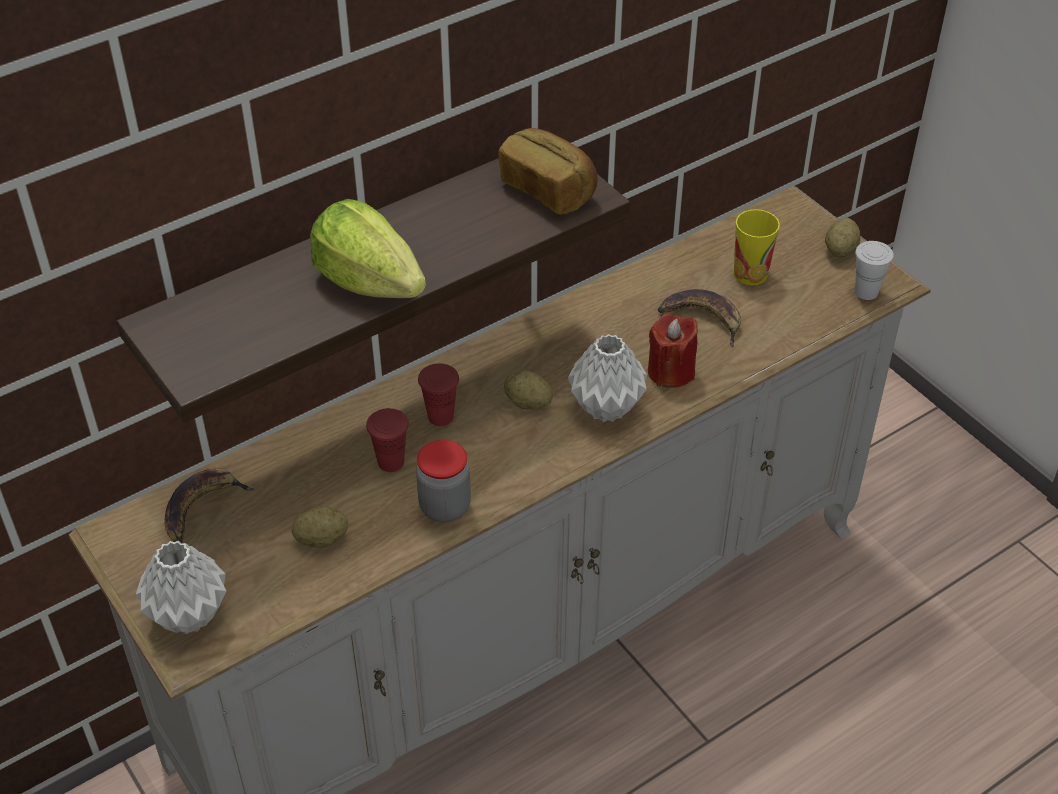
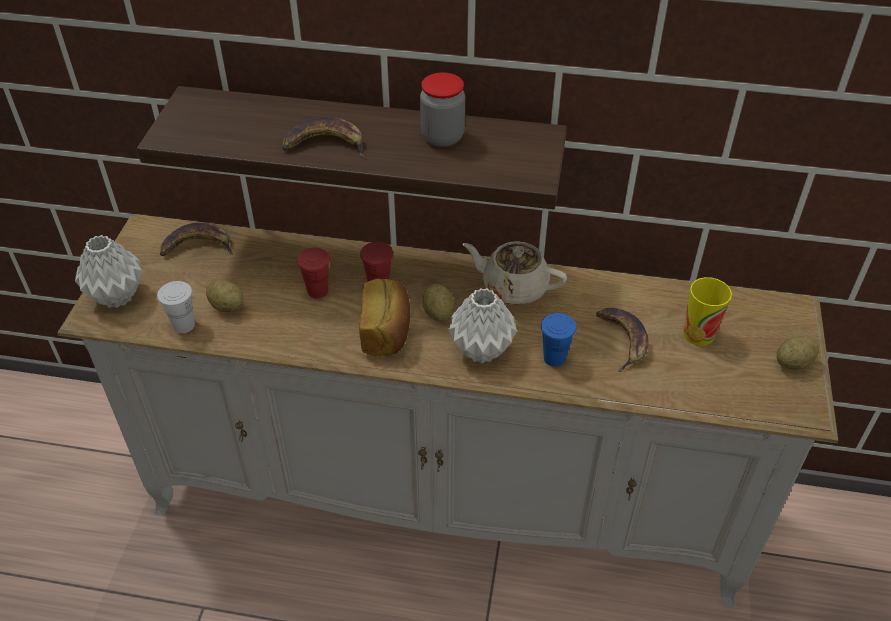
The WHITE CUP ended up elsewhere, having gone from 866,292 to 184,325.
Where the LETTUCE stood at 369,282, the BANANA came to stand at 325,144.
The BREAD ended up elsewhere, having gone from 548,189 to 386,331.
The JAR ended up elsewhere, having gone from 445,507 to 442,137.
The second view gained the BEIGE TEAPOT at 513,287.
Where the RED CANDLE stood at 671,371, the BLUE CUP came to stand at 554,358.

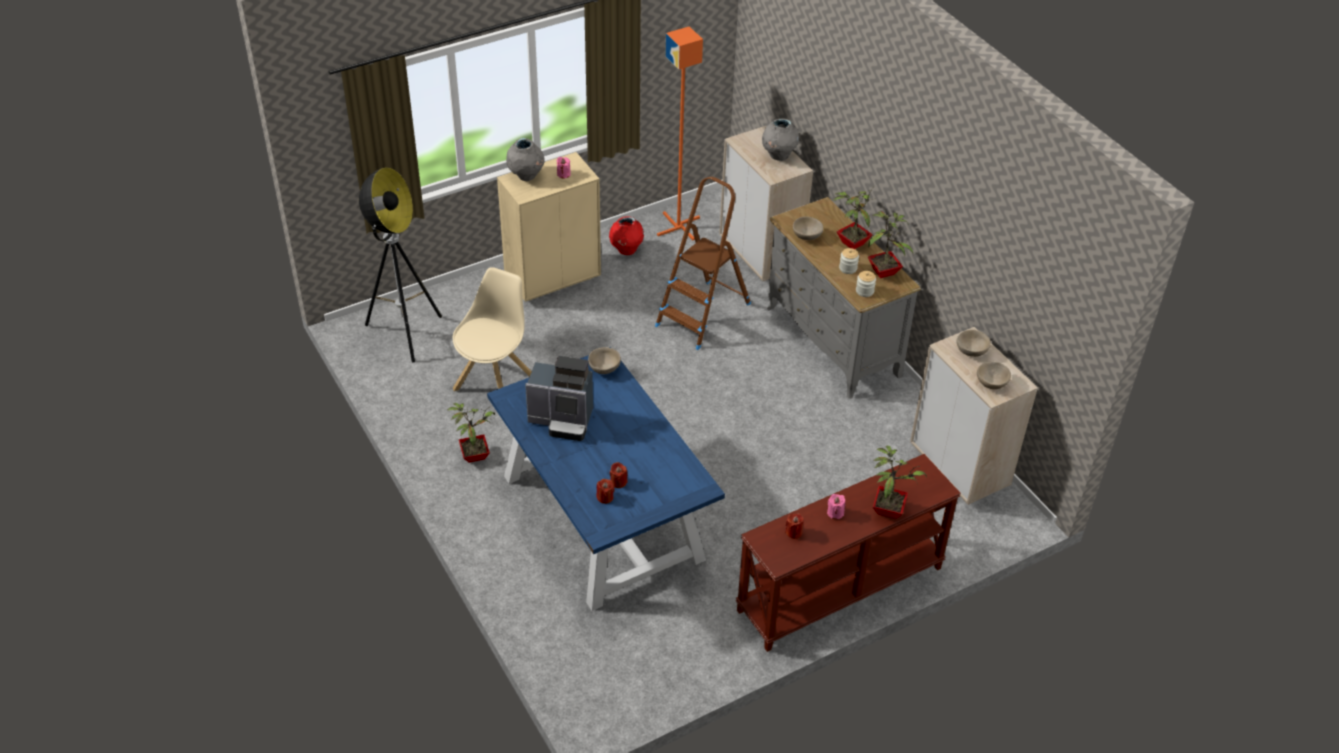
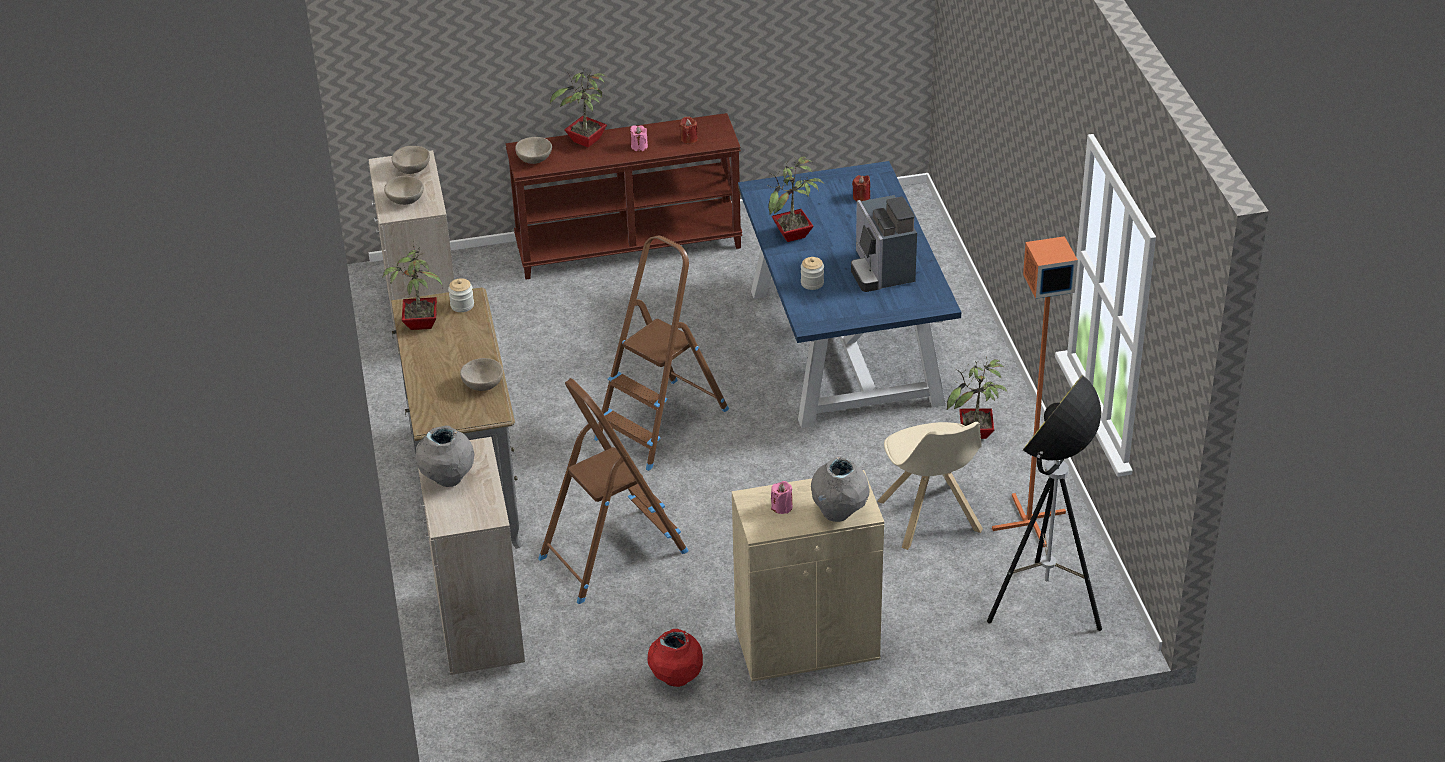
The BEIGE BOWL ended up elsewhere, having gone from 604,368 to 534,160.
The second view gained the BROWN STEP LADDER at 661,424.
The POTTED PLANT ended up elsewhere, having gone from 852,243 to 793,236.
The JAR ended up elsewhere, having gone from 848,268 to 812,283.
The COFFEE MACHINE at 562,420 ended up facing another way, 135 degrees counterclockwise from before.
The BEIGE CHAIR at 495,380 ended up facing another way, 60 degrees counterclockwise from before.
The ORANGE FLOOR LAMP ended up elsewhere, having gone from 679,227 to 1027,520.
The second view lost the RED CANDLE at 618,482.

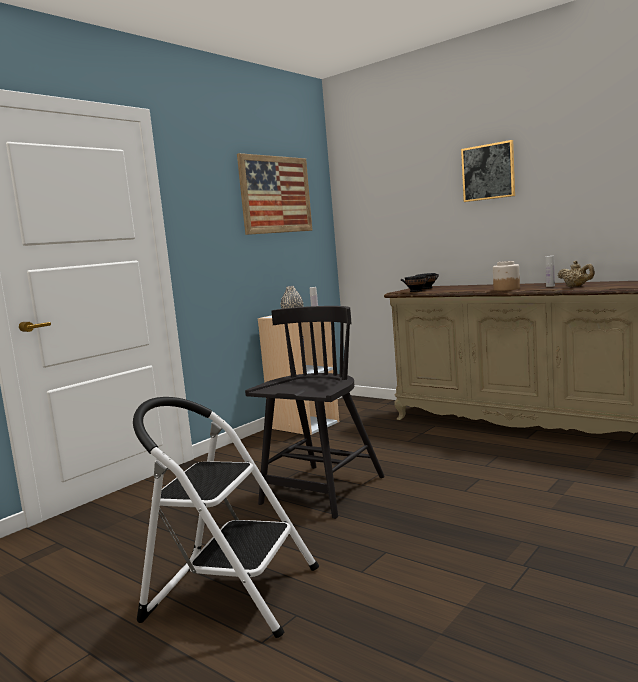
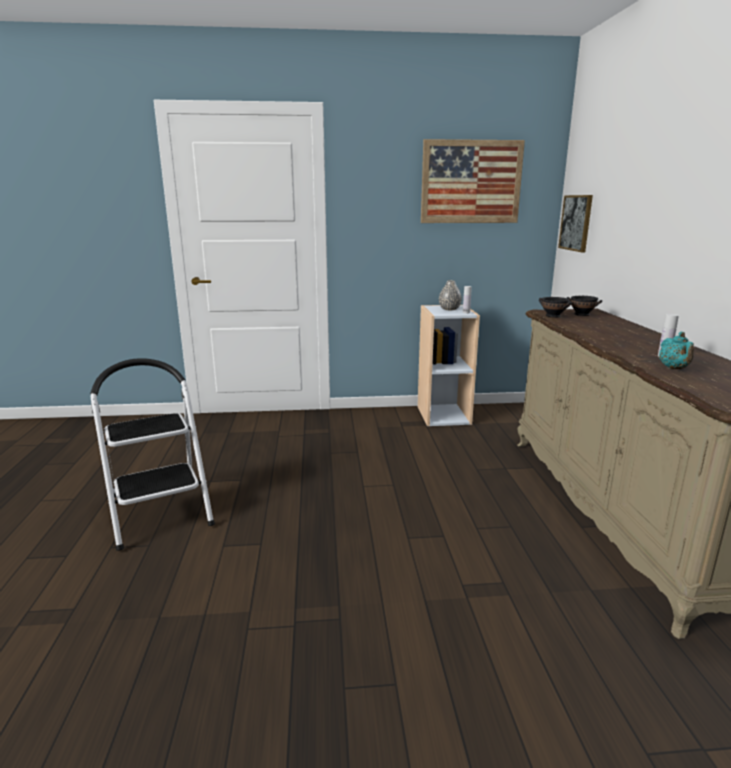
The PICTURE ended up elsewhere, having gone from 488,172 to 576,223.
What was the BEIGE TEAPOT at 576,286 turned into the TURQUOISE TEAPOT at 674,368.
The second view lost the BLACK CHAIR at 321,491.
The second view lost the JAR at 506,289.

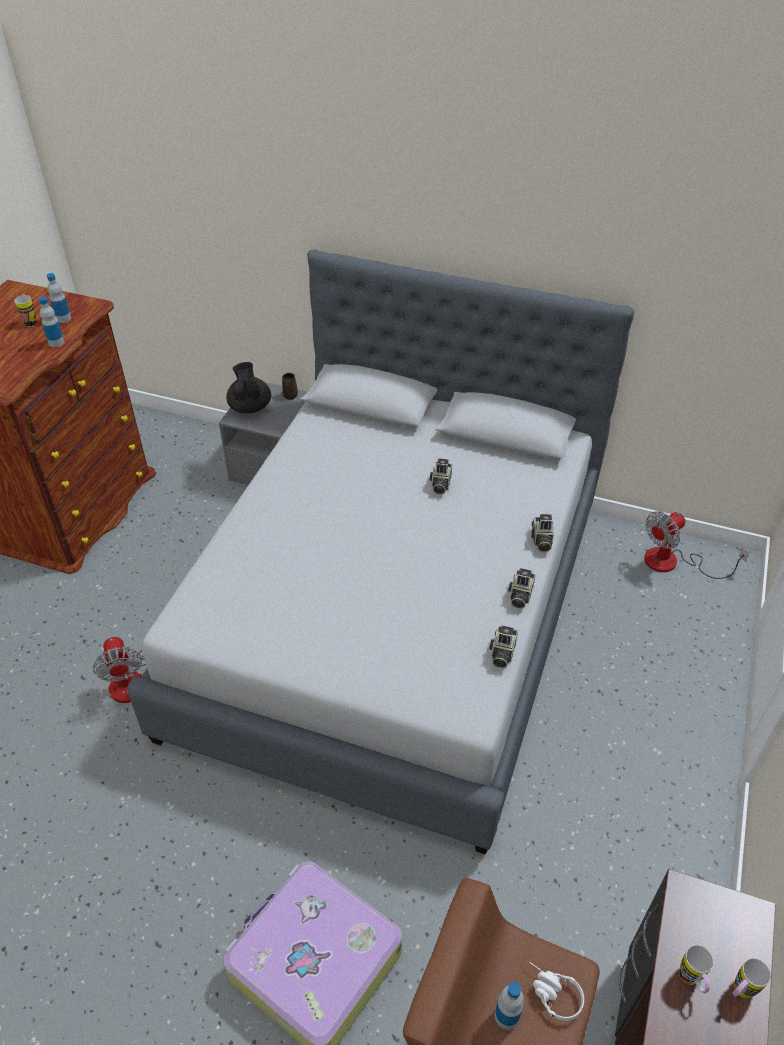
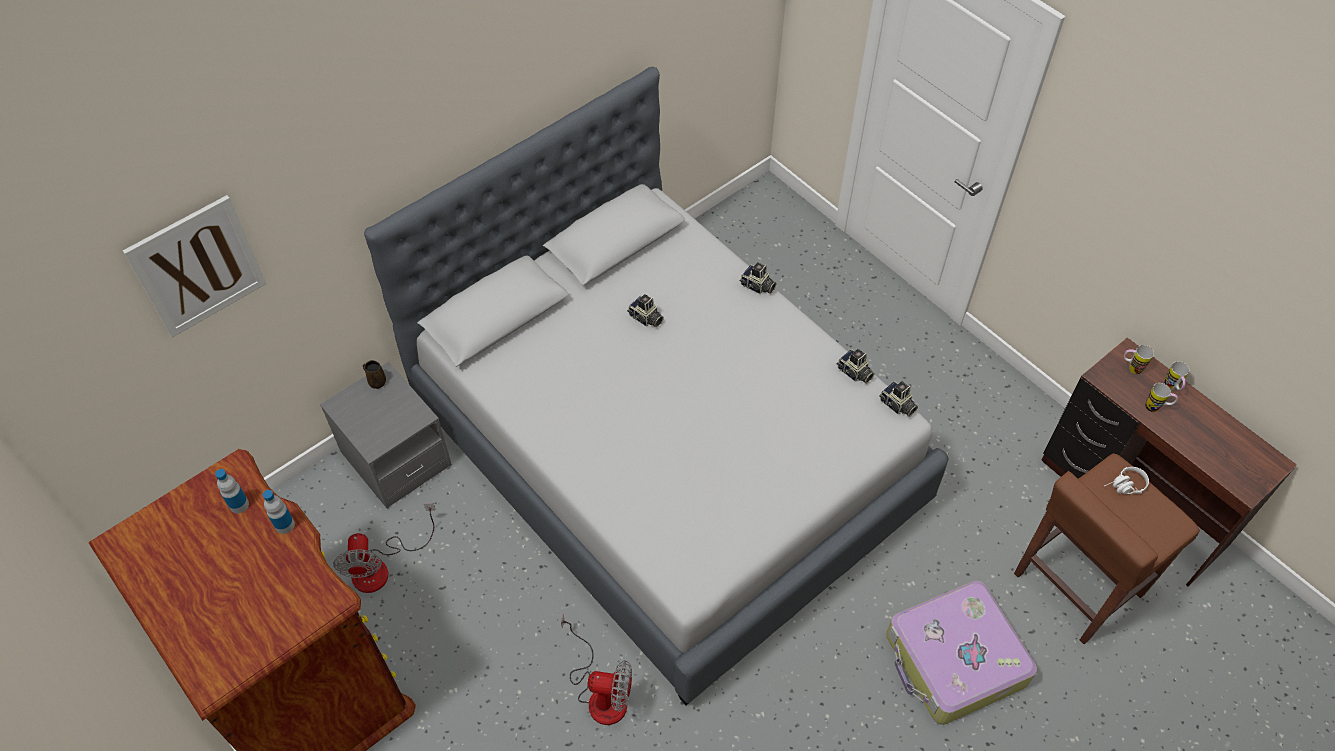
The second view gained the PICTURE at 197,266.
The FAN ended up elsewhere, having gone from 673,563 to 382,567.
The PHOTO CAMERA ended up elsewhere, having gone from 519,595 to 897,406.
The MUG ended up elsewhere, having gone from 30,321 to 1131,368.
The second view lost the BLACK TEAPOT at 250,407.
The second view lost the BOTTLE at 506,1016.

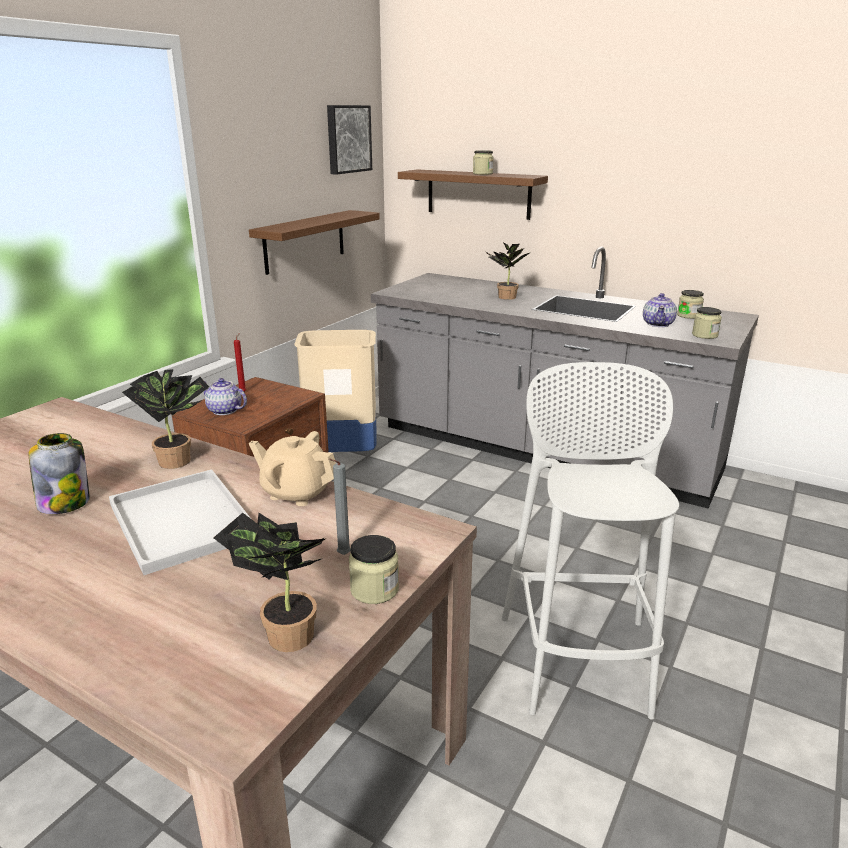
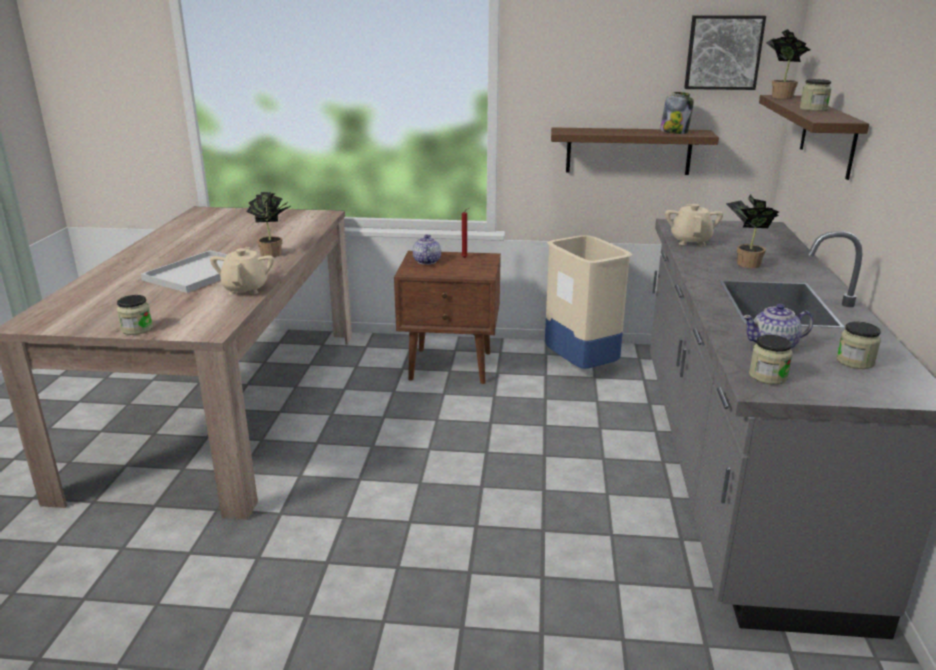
The JAR ended up elsewhere, having gone from 65,503 to 674,132.
The second view gained the BEIGE TEAPOT at 690,241.
The POTTED PLANT ended up elsewhere, having gone from 283,636 to 779,96.
The second view lost the GREY CANDLE at 342,555.
The second view lost the WHITE STOOL at 579,660.

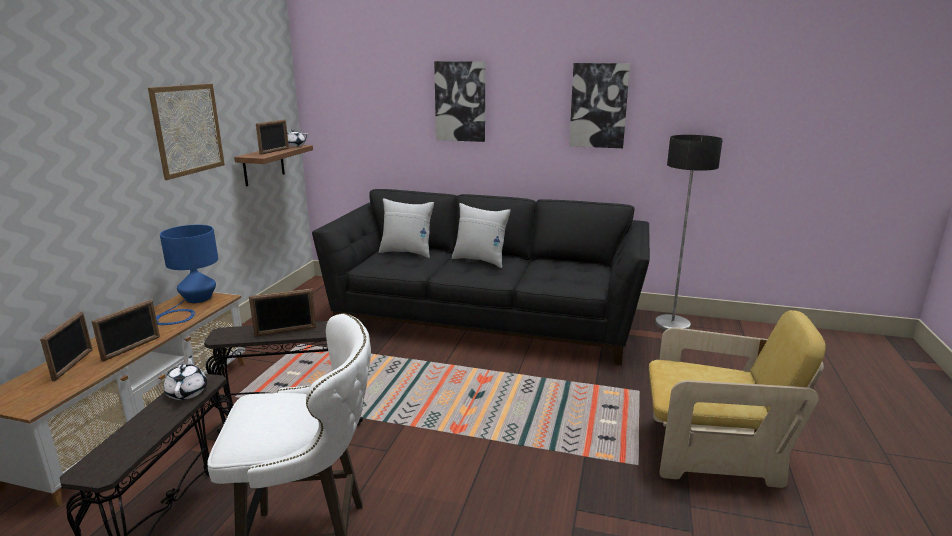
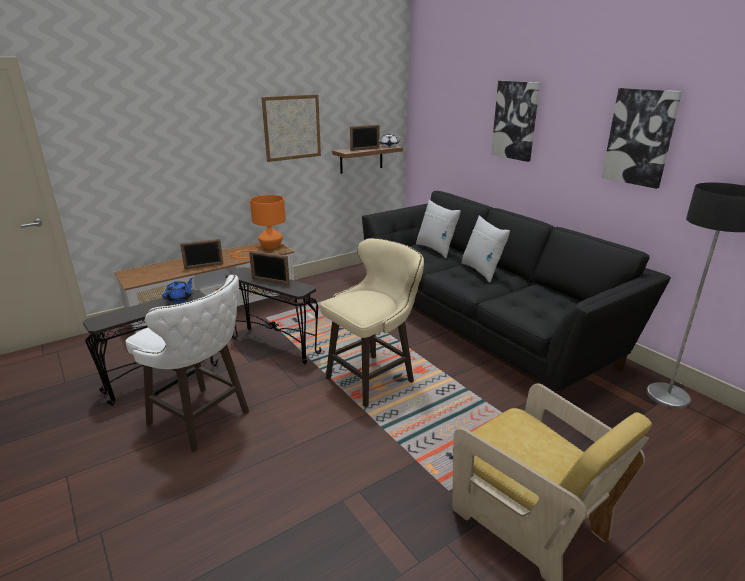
What was the WHITE TEAPOT at 187,392 turned into the BLUE TEAPOT at 180,298.
What was the BLUE TABLE LAMP at 189,305 turned into the ORANGE TABLE LAMP at 261,249.
The second view gained the BEIGE STOOL at 373,378.
The second view lost the PICTURE FRAME at 73,365.

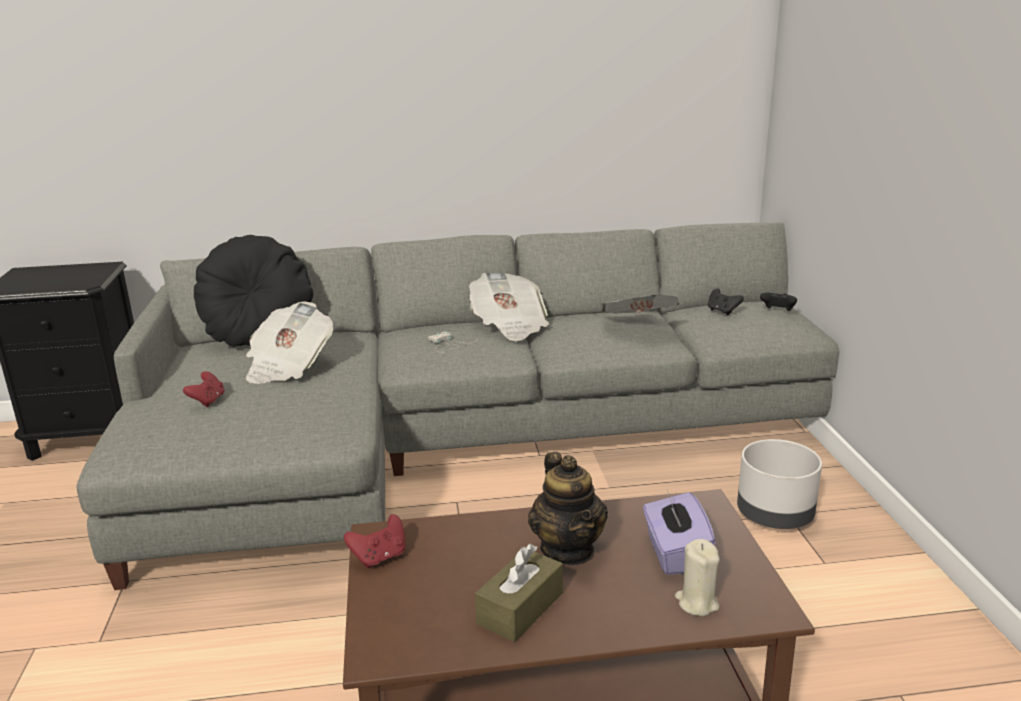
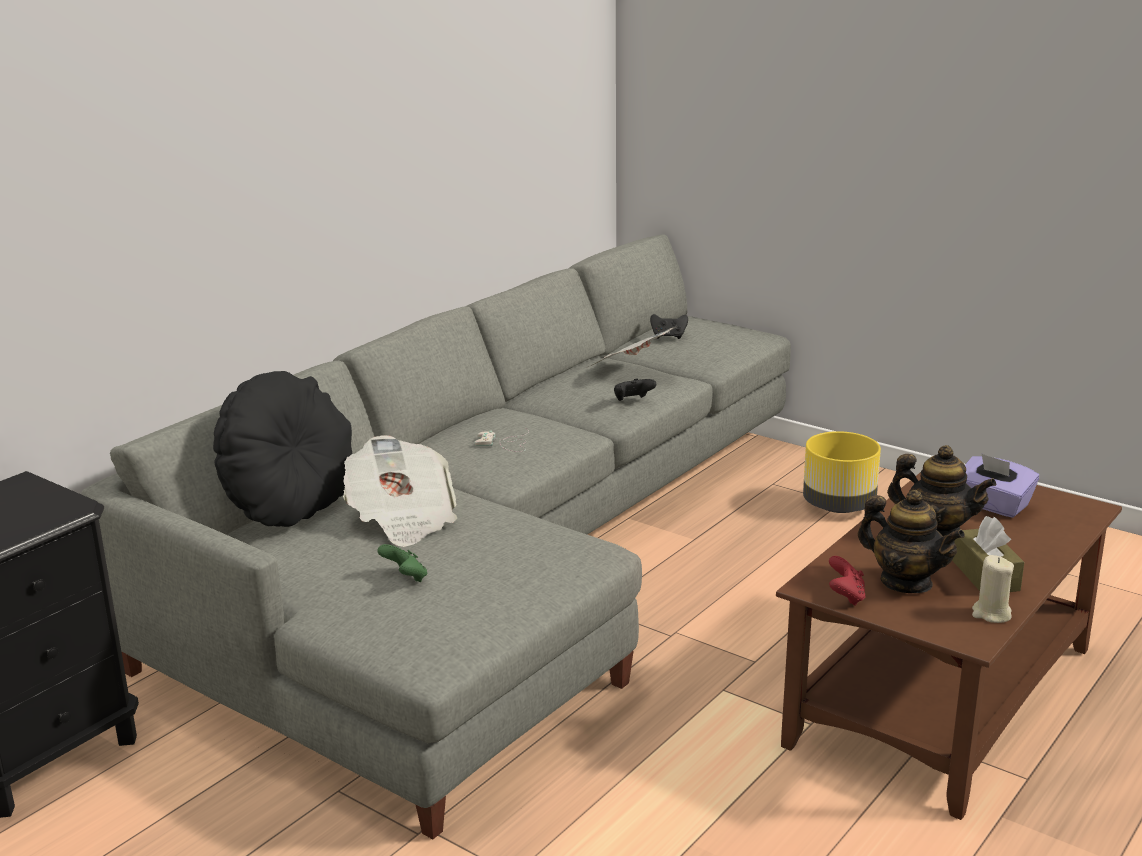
What was the RED GAME CONTROLLER at 208,401 turned into the GREEN GAME CONTROLLER at 405,578.
The BLACK GAME CONTROLLER ended up elsewhere, having gone from 777,311 to 633,401.
What was the GREY PLANTER at 775,517 turned into the YELLOW PLANTER at 839,505.
The second view gained the TEAPOT at 906,582.
The BEIGE CANDLE ended up elsewhere, having gone from 697,602 to 991,614.
The second view lost the NEWSPAPER at 509,326.

